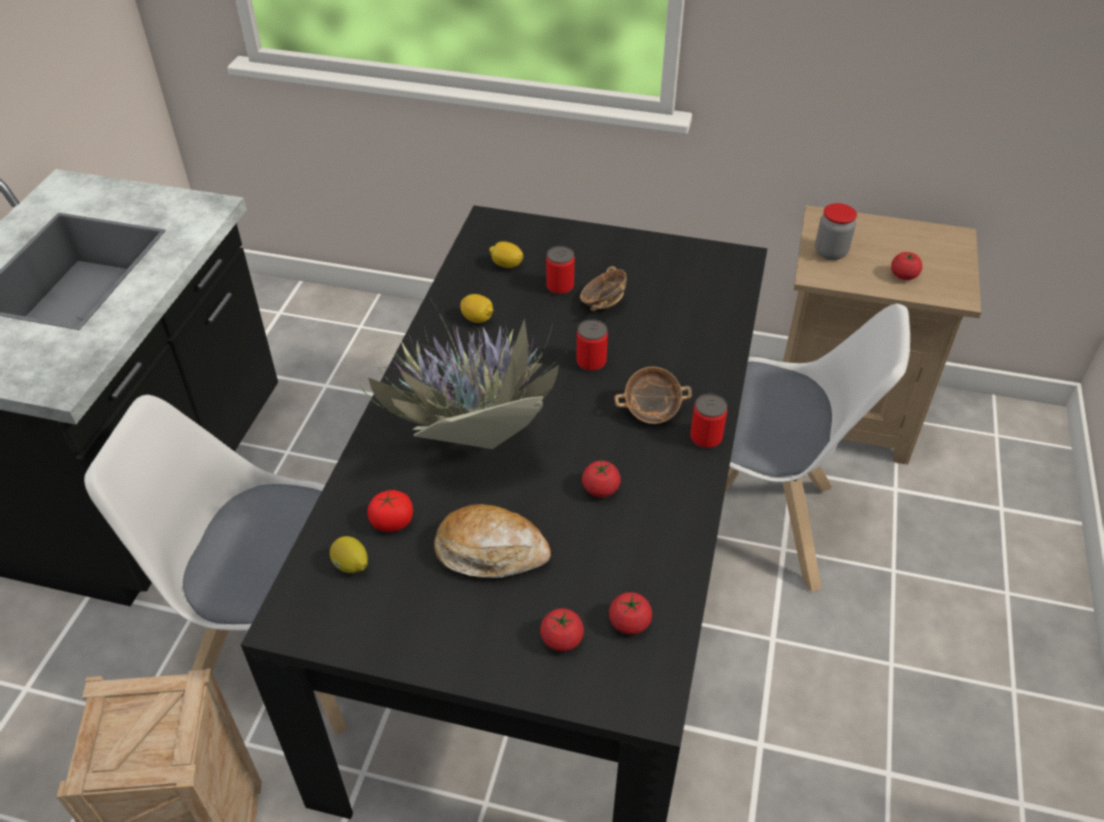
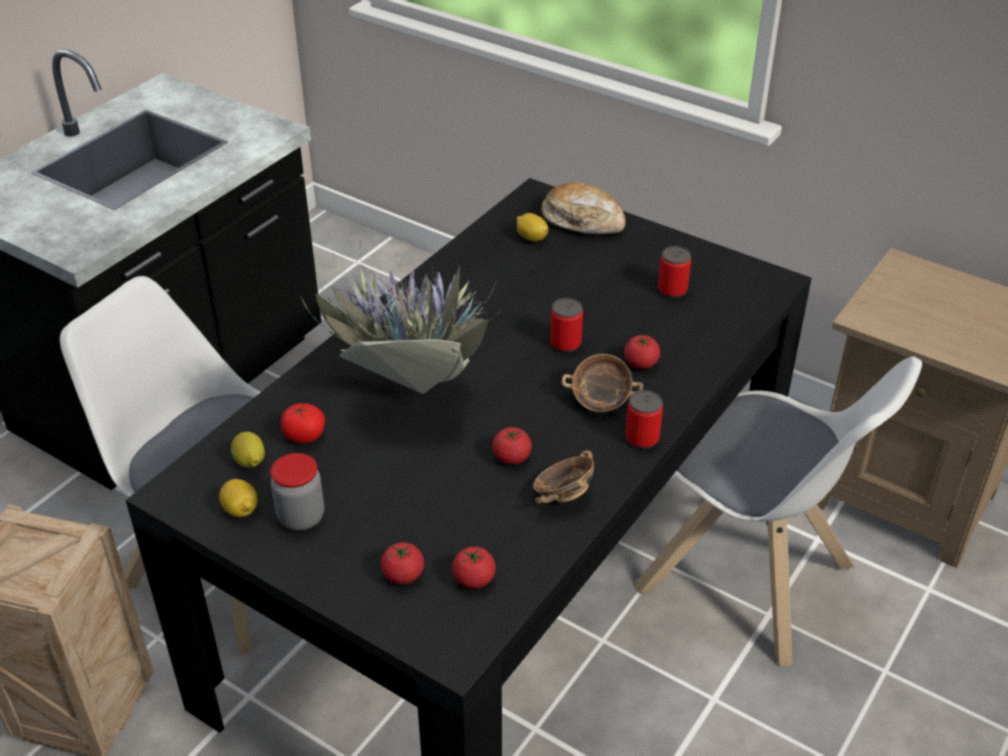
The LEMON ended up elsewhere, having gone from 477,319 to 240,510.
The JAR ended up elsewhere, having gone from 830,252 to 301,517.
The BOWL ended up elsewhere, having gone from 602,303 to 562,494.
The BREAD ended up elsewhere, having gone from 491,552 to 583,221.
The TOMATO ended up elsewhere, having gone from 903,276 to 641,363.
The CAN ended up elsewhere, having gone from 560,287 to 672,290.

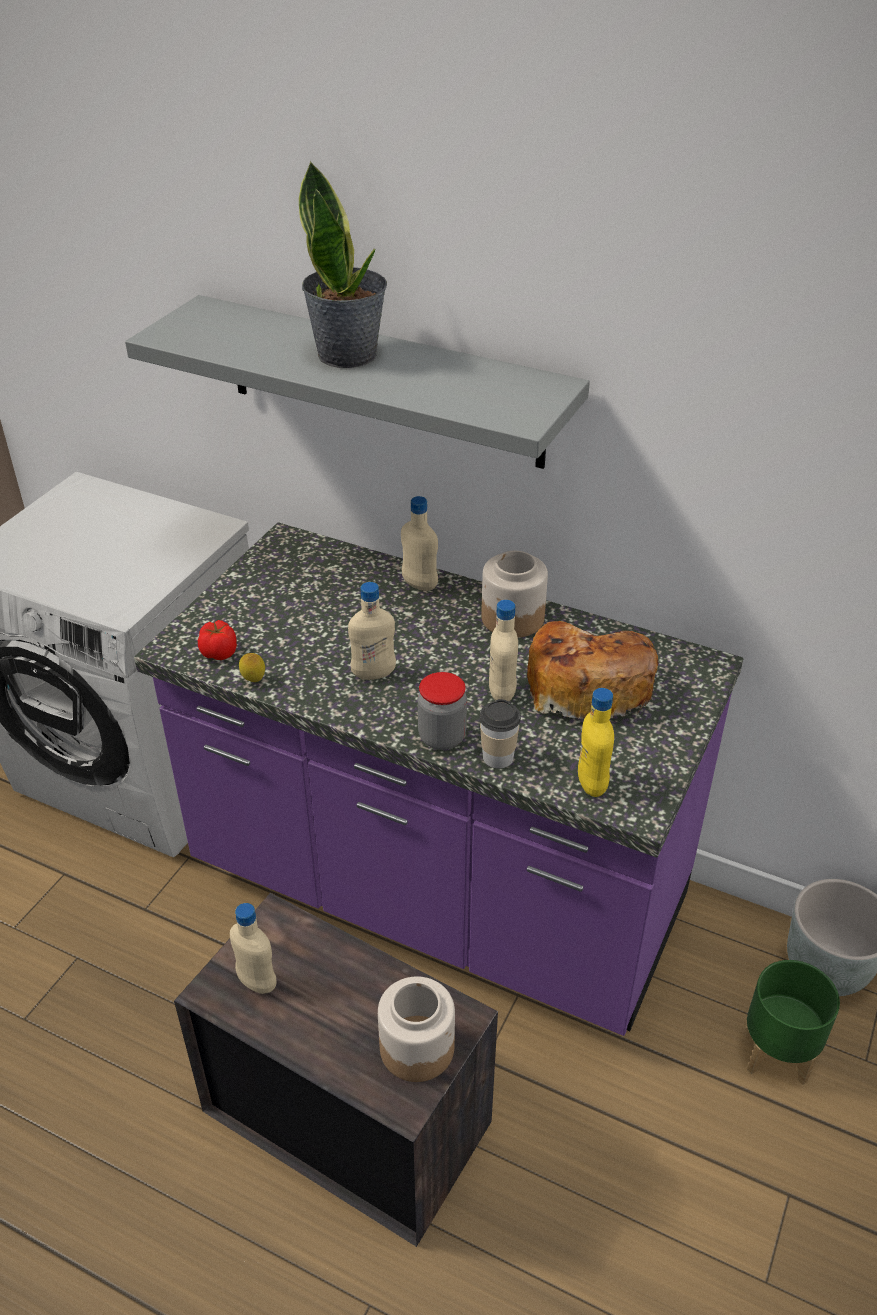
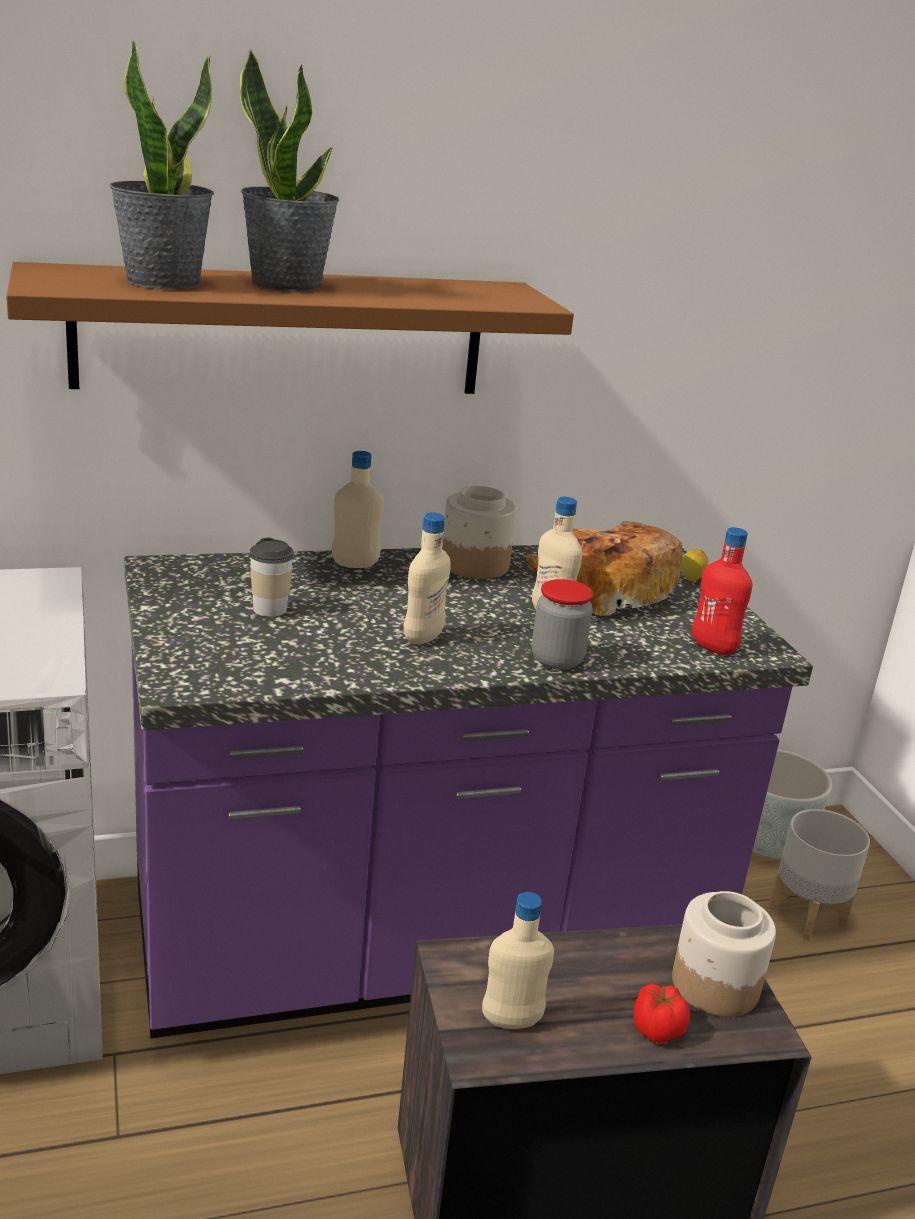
What was the GREY SHELF at 383,382 turned into the BROWN SHELF at 282,332.
The second view gained the POTTED PLANT at 162,282.
The CUP ended up elsewhere, having gone from 498,757 to 270,609.
The TOMATO ended up elsewhere, having gone from 219,652 to 656,1029.
The LEMON ended up elsewhere, having gone from 254,681 to 691,581.
What was the YELLOW BOTTLE at 592,783 turned into the RED BOTTLE at 713,647.
What was the GREEN PLANTER at 778,1054 turned into the GREY PLANTER at 807,916.

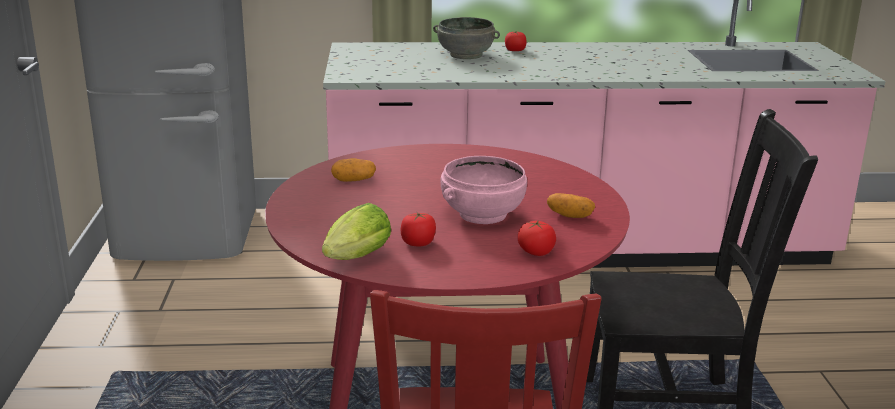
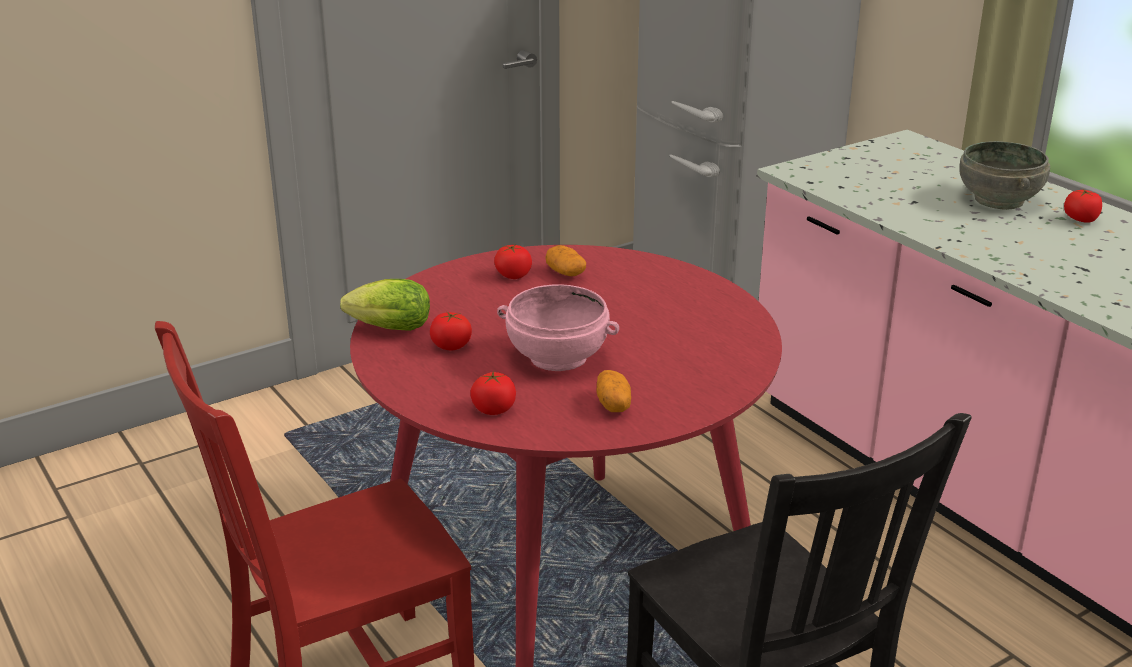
The second view gained the TOMATO at 513,275.

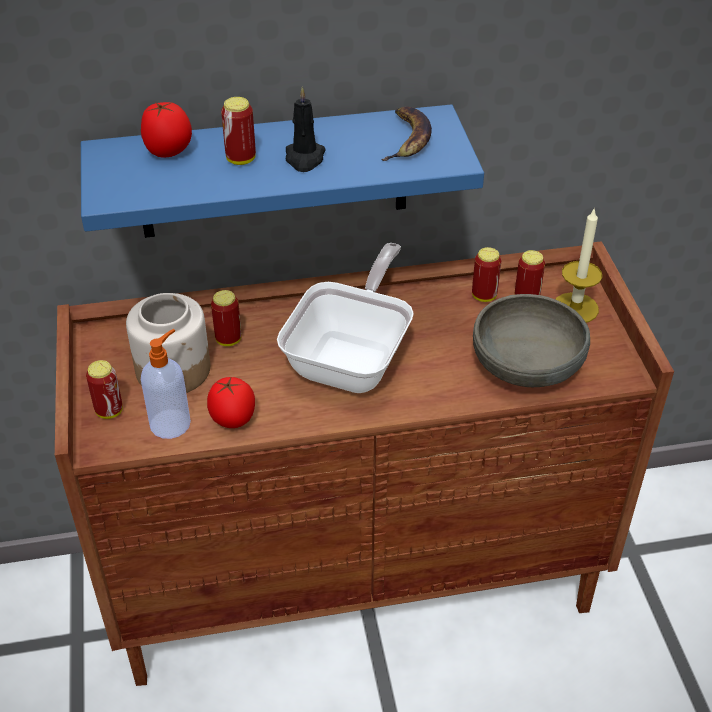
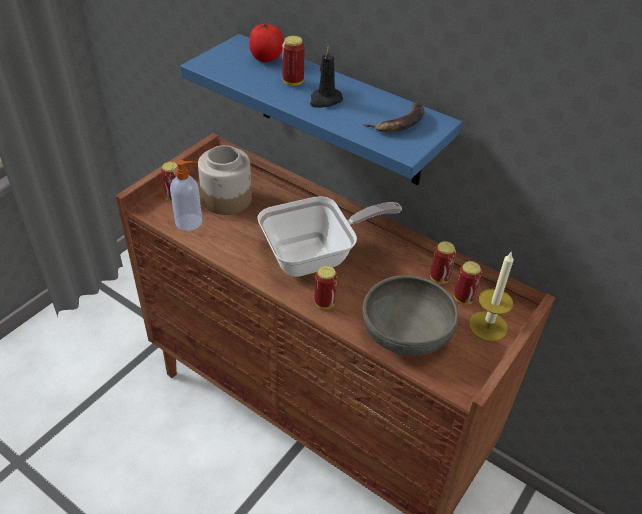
The CAN ended up elsewhere, having gone from 228,340 to 324,303.
The second view lost the TOMATO at 233,420.

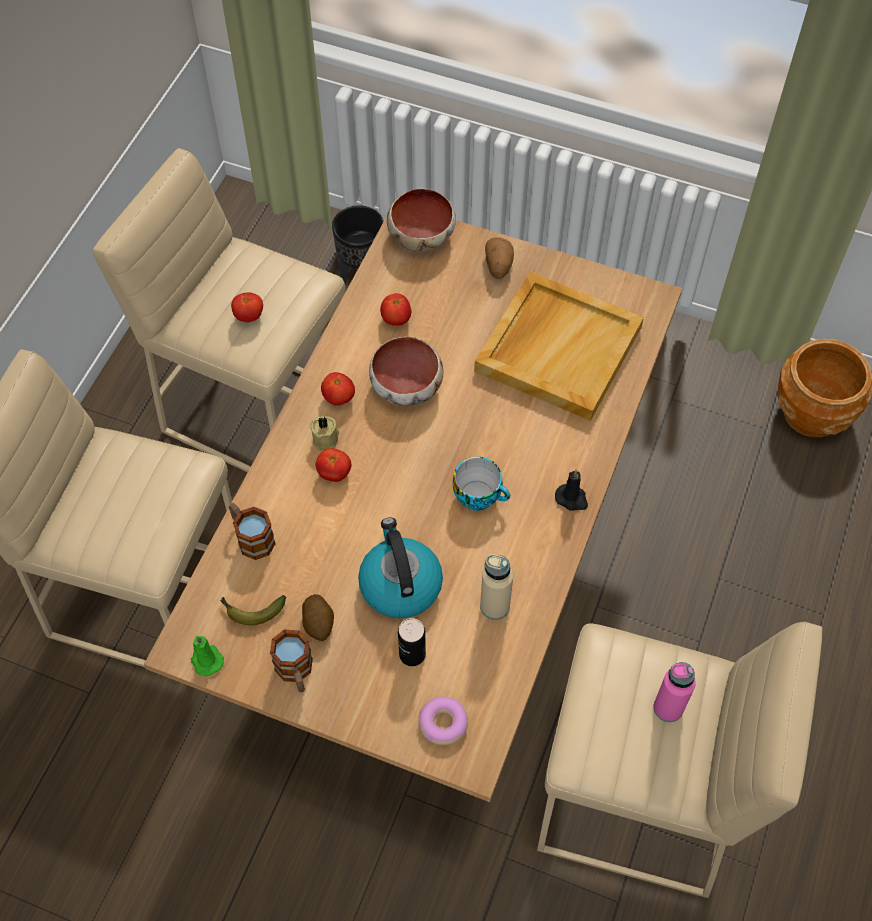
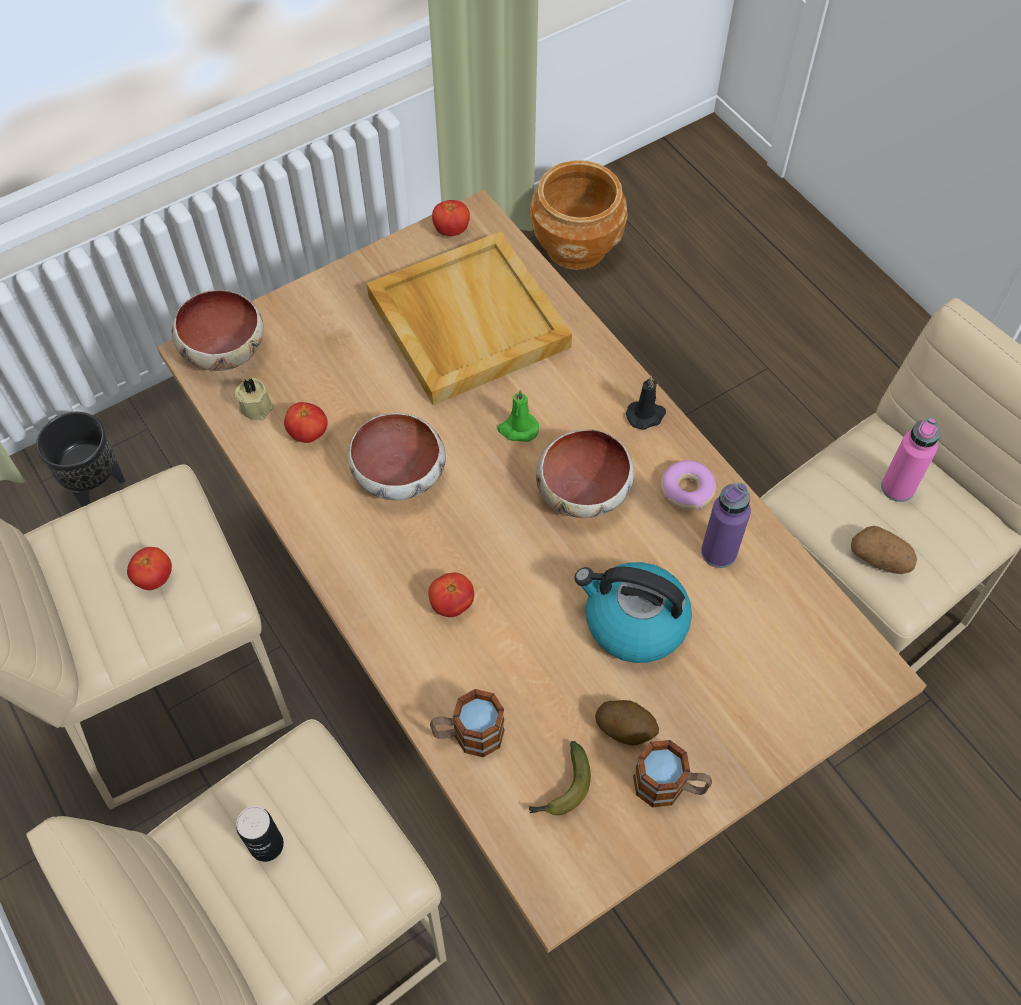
The BEIGE CANDLE ended up elsewhere, having gone from 326,438 to 256,406.
The CAN ended up elsewhere, having gone from 412,654 to 266,845.
The TOMATO ended up elsewhere, having gone from 338,398 to 451,230.
The GREEN CANDLE ended up elsewhere, having gone from 206,659 to 518,429.
Where the CUP stood at 480,496, the BOWL came to stand at 583,489.
The DONUT ended up elsewhere, having gone from 443,723 to 686,490.
What was the BEIGE BOTTLE at 494,606 turned into the PURPLE BOTTLE at 718,552.
The POTATO ended up elsewhere, having gone from 498,266 to 880,559.

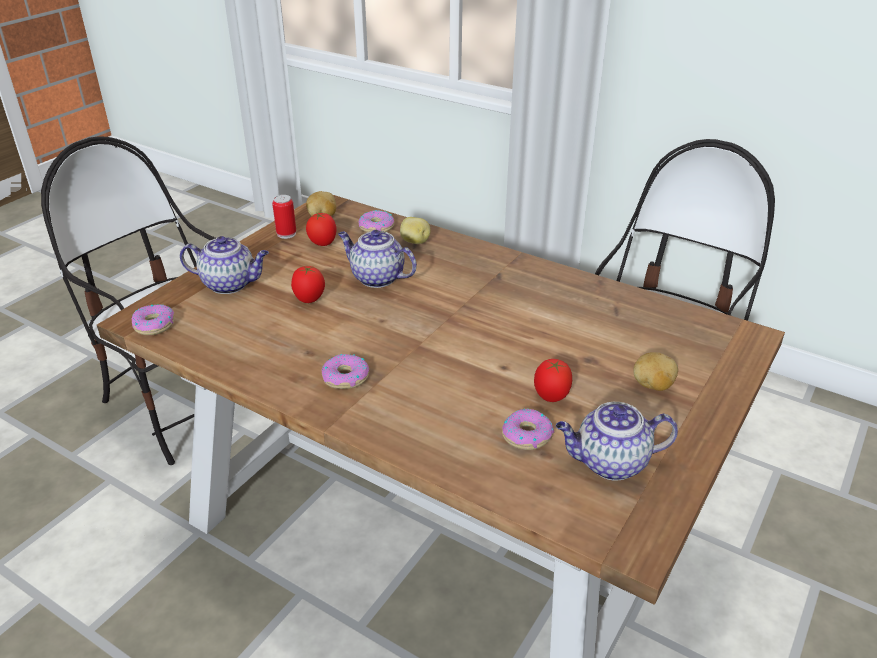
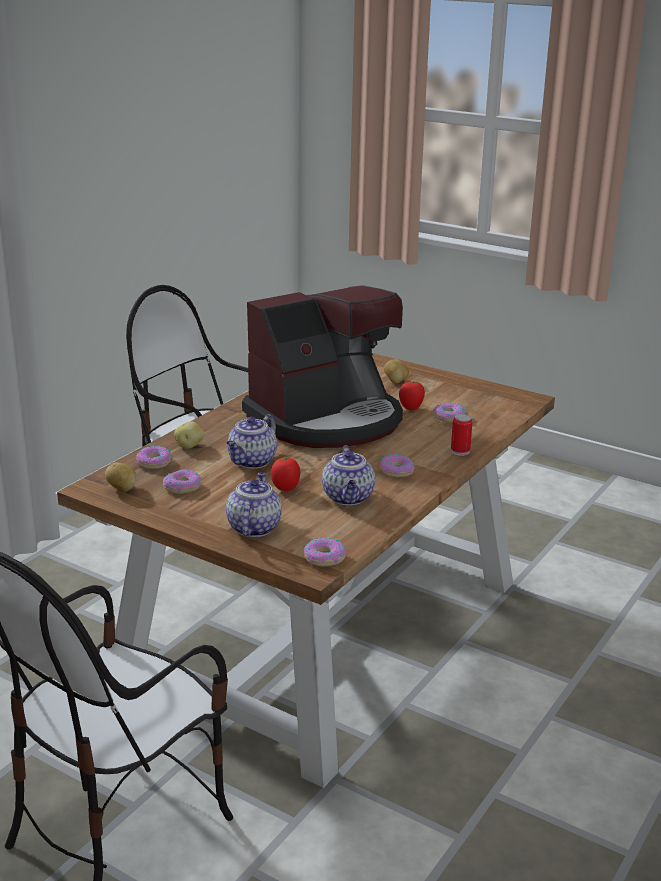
Where the TOMATO stood at 323,244, the DONUT came to stand at 182,487.
The second view gained the COFFEE MACHINE at 327,420.
The TEAPOT ended up elsewhere, having gone from 609,463 to 348,498.
The CAN ended up elsewhere, having gone from 286,234 to 460,451.

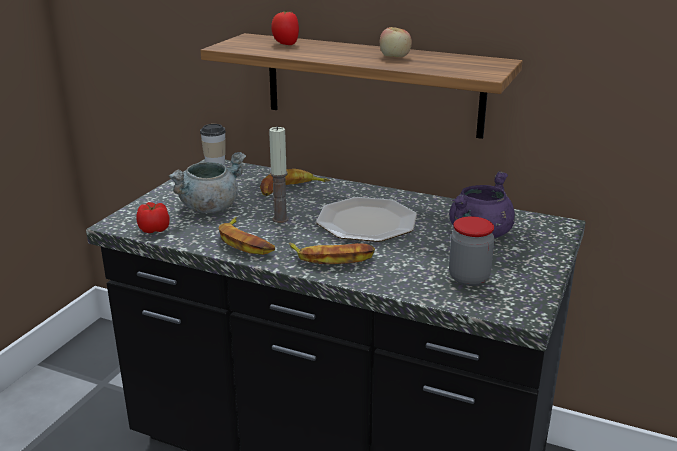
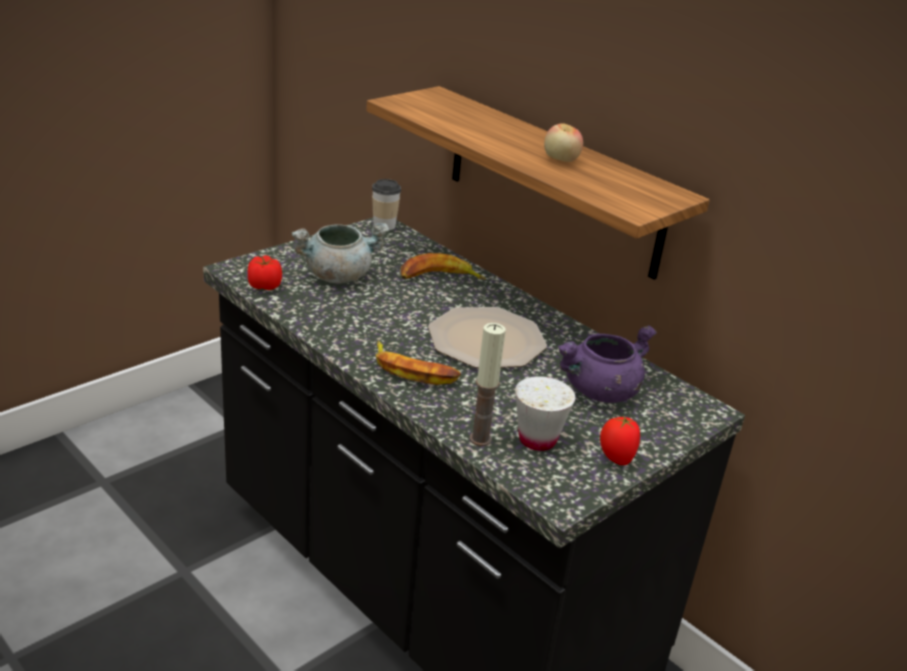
The CANDLE ended up elsewhere, having gone from 280,219 to 480,439.
Where the JAR stood at 469,278, the WHITE CUP came to stand at 537,440.
The TOMATO ended up elsewhere, having gone from 285,44 to 615,458.
The second view lost the BANANA at 246,242.

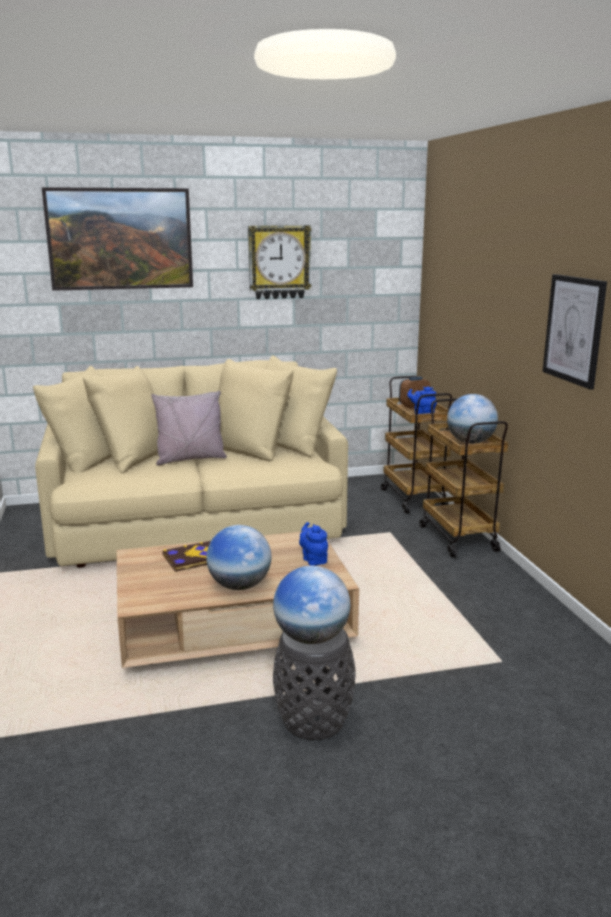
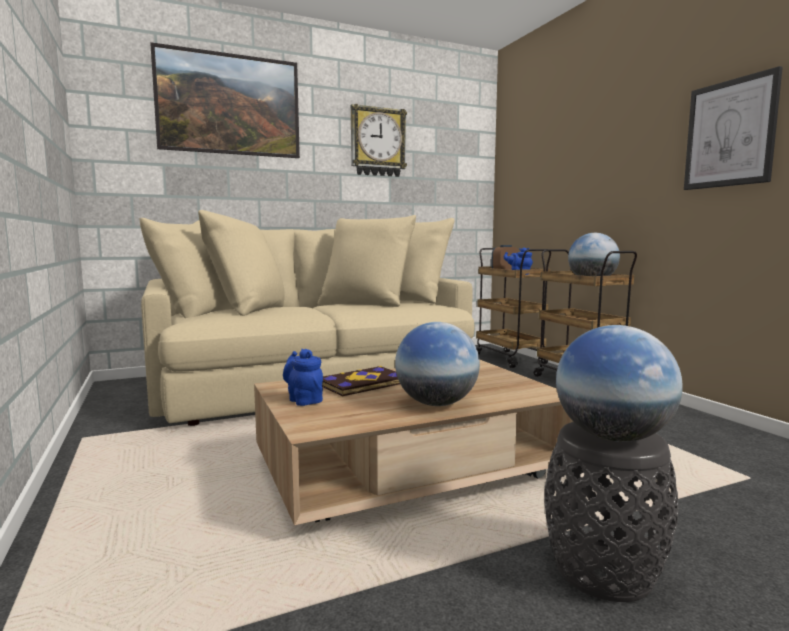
The BLUE TEAPOT ended up elsewhere, having gone from 313,559 to 304,400.
The second view lost the PURPLE PILLOW at 190,459.

